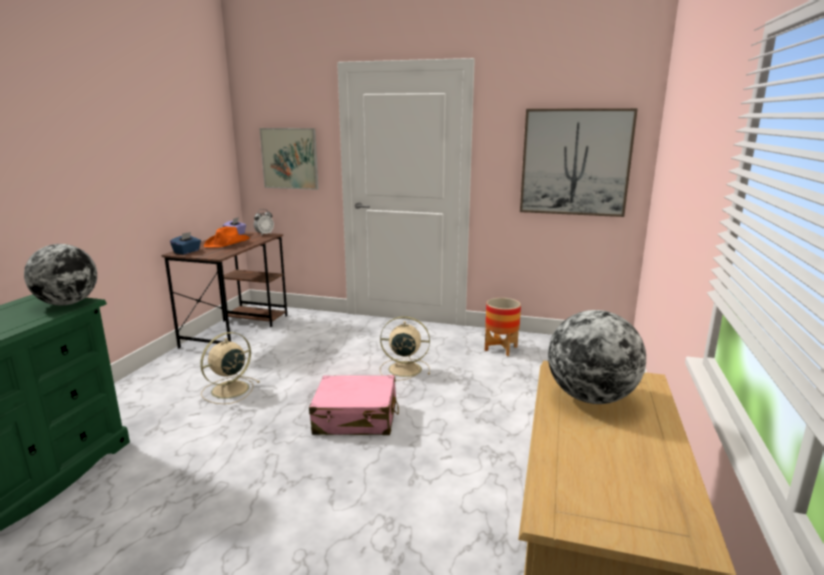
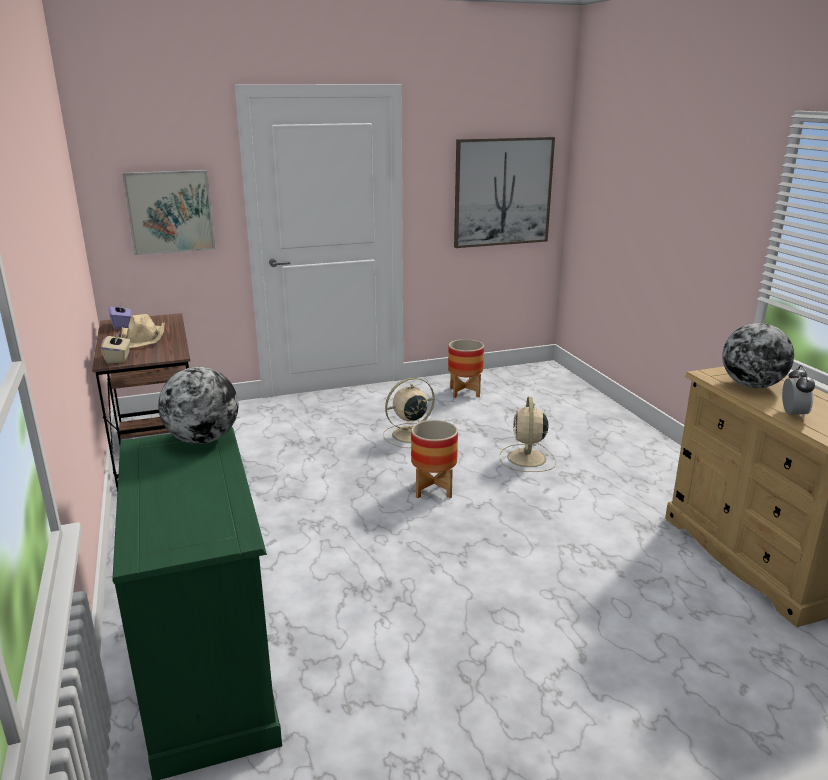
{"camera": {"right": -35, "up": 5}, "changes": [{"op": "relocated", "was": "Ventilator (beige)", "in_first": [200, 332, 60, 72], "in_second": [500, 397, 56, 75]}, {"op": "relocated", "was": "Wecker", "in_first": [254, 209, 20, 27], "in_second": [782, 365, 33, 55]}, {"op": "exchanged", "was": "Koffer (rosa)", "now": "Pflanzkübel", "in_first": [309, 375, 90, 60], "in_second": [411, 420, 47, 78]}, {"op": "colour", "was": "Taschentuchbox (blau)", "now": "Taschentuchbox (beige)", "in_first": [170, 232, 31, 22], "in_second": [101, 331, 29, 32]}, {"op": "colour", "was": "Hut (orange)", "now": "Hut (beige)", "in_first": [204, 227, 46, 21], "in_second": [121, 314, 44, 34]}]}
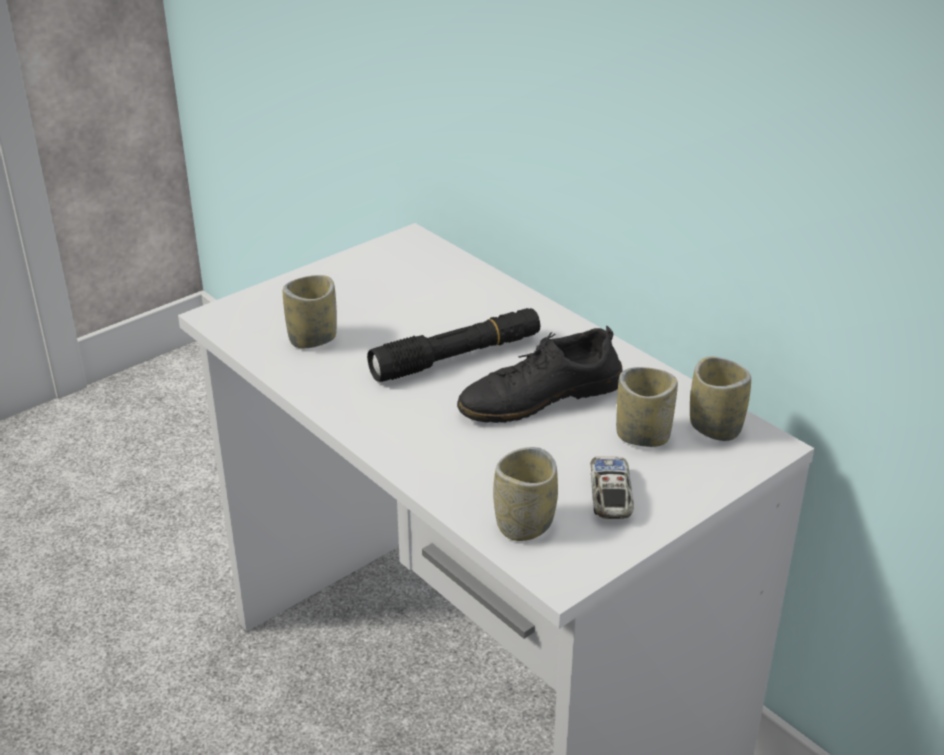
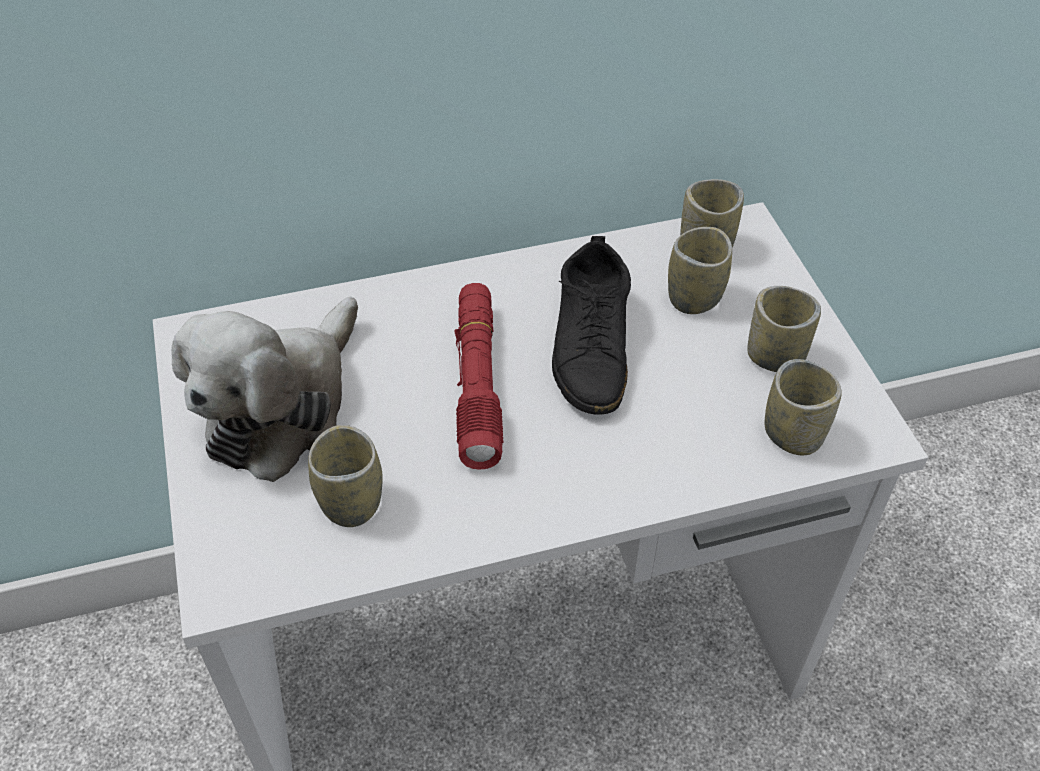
{"camera": {"right": -65, "up": 15}, "changes": [{"op": "appeared", "now": "Plüschtier", "in_second": [171, 296, 187, 186]}, {"op": "exchanged", "was": "Spielzeugauto", "now": "Tasse", "in_first": [590, 456, 44, 63], "in_second": [747, 286, 74, 86]}, {"op": "colour", "was": "Taschenlampe (schwarz)", "now": "Taschenlampe (rot)", "in_first": [367, 308, 173, 74], "in_second": [454, 283, 49, 187]}]}
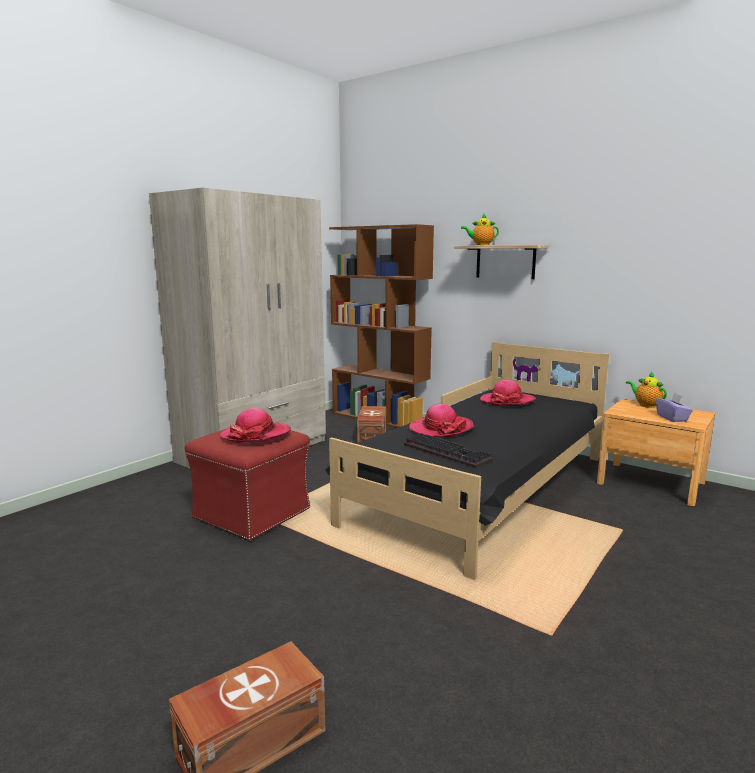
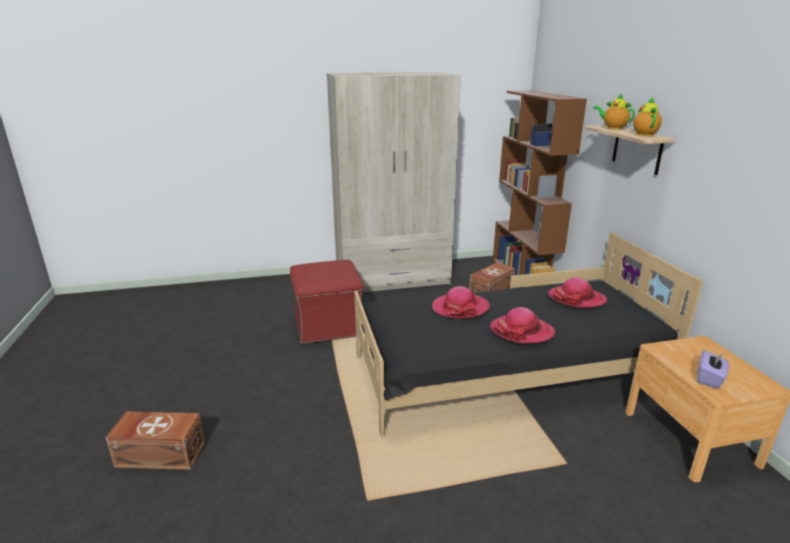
{"camera": {"right": 40, "up": 10}, "changes": [{"op": "missing", "was": "Tastatur", "in_first": [404, 433, 88, 35]}, {"op": "relocated", "was": "Hut", "in_first": [219, 408, 72, 35], "in_second": [490, 307, 65, 37]}, {"op": "relocated", "was": "Teekanne", "in_first": [626, 372, 41, 36], "in_second": [633, 97, 29, 39]}]}
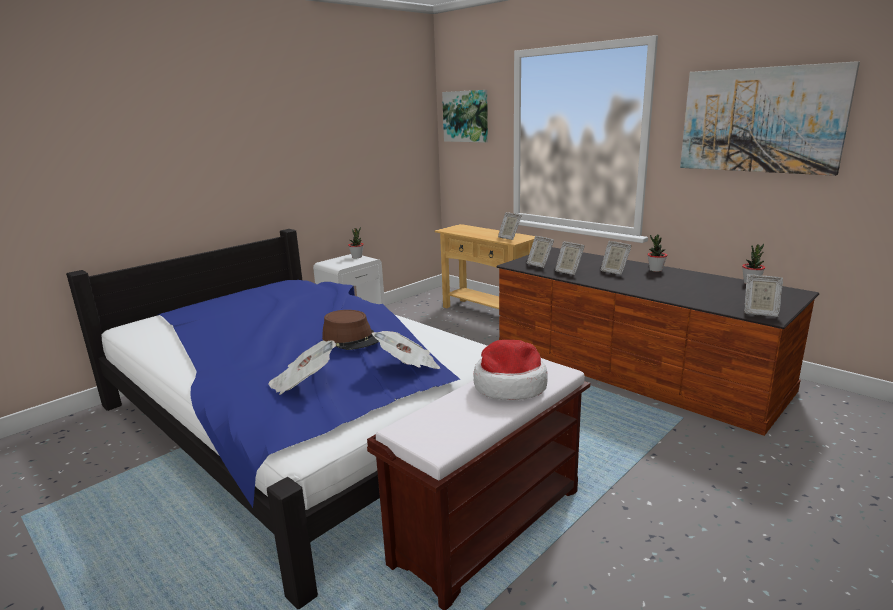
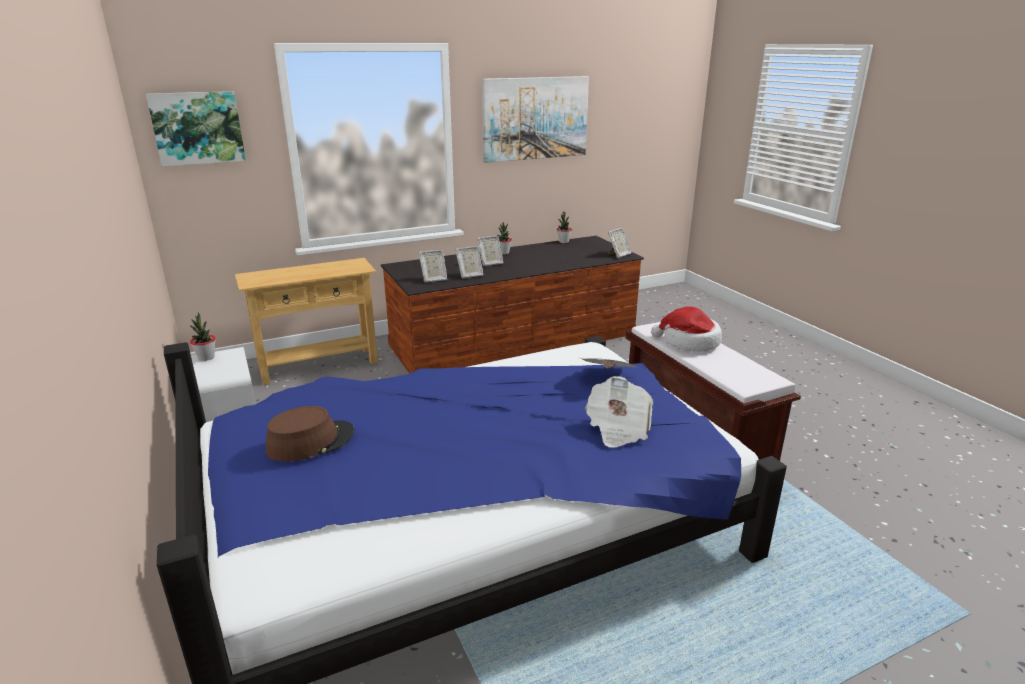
{"camera": {"right": -70, "up": 5}, "changes": [{"op": "missing", "was": "Bilderrahmen", "in_first": [498, 212, 24, 28]}, {"op": "relocated", "was": "Hut (braun)", "in_first": [322, 310, 57, 40], "in_second": [266, 406, 88, 56]}]}
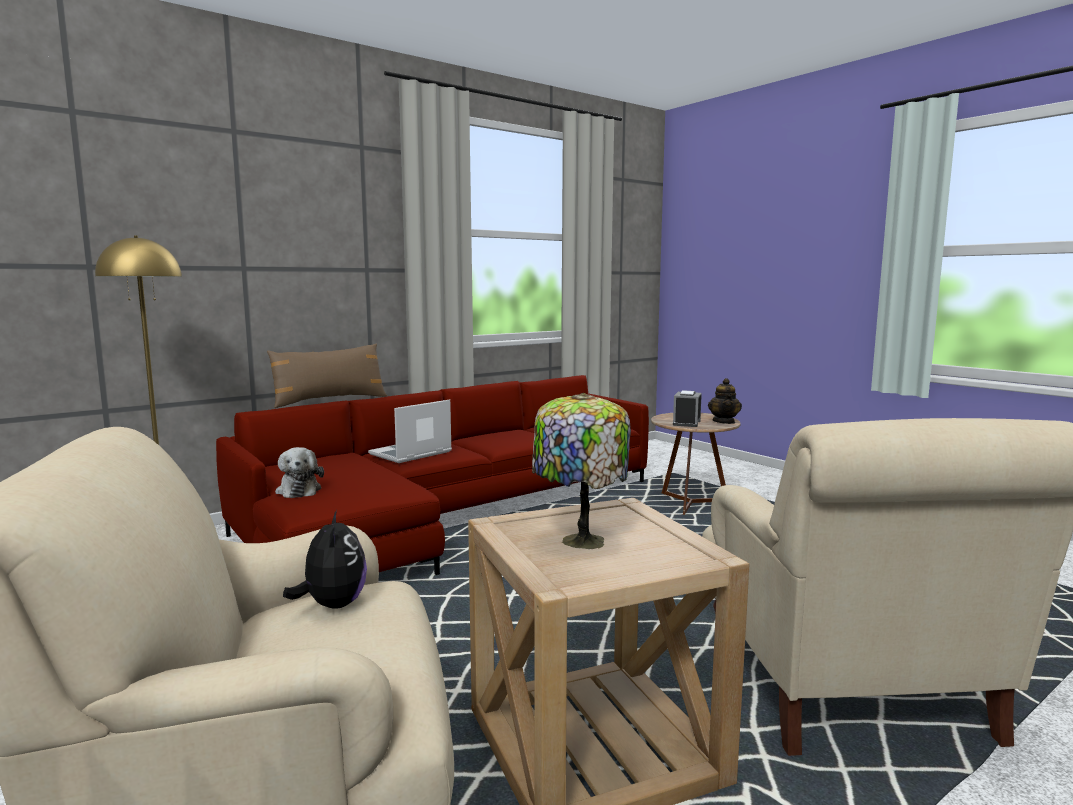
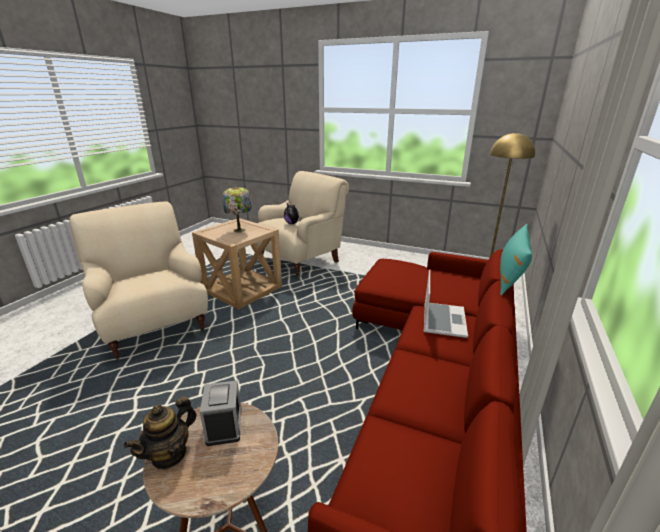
{"camera": {"right": 150, "up": 15}, "changes": [{"op": "missing", "was": "Plüschtier", "in_first": [275, 447, 49, 51]}, {"op": "colour", "was": "Kissen (braun)", "now": "Kissen (türkis)", "in_first": [267, 344, 120, 64], "in_second": [500, 224, 32, 71]}, {"op": "spun", "was": "Teekanne", "in_first": [708, 378, 34, 46], "in_second": [123, 396, 74, 74], "clockwise": -120}]}
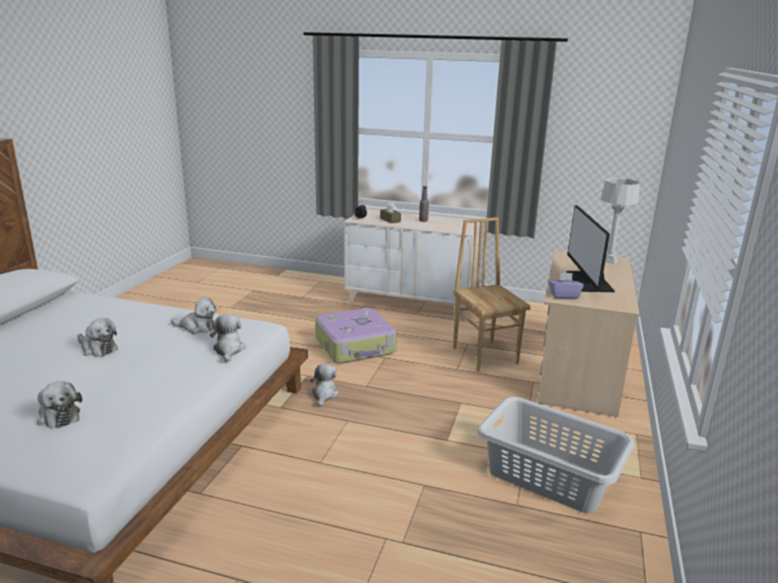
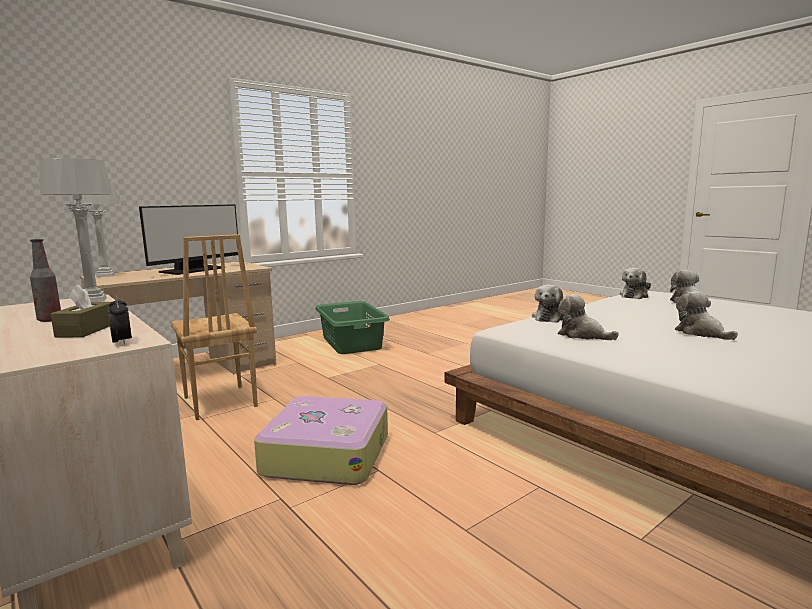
{"camera": {"right": -145, "up": -10}, "changes": [{"op": "missing", "was": "Taschentuchbox (lila)", "in_first": [549, 273, 35, 25]}, {"op": "appeared", "now": "Tischlampe (grau)", "in_second": [39, 158, 73, 144]}, {"op": "relocated", "was": "Plüschtier", "in_first": [310, 364, 29, 43], "in_second": [619, 268, 32, 31]}, {"op": "colour", "was": "Wäschekorb (grau)", "now": "Wäschekorb (grün)", "in_first": [477, 397, 157, 116], "in_second": [315, 301, 75, 53]}, {"op": "spun", "was": "Stuhl (braun)", "in_first": [453, 217, 78, 155], "in_second": [171, 234, 87, 186], "clockwise": -45}]}
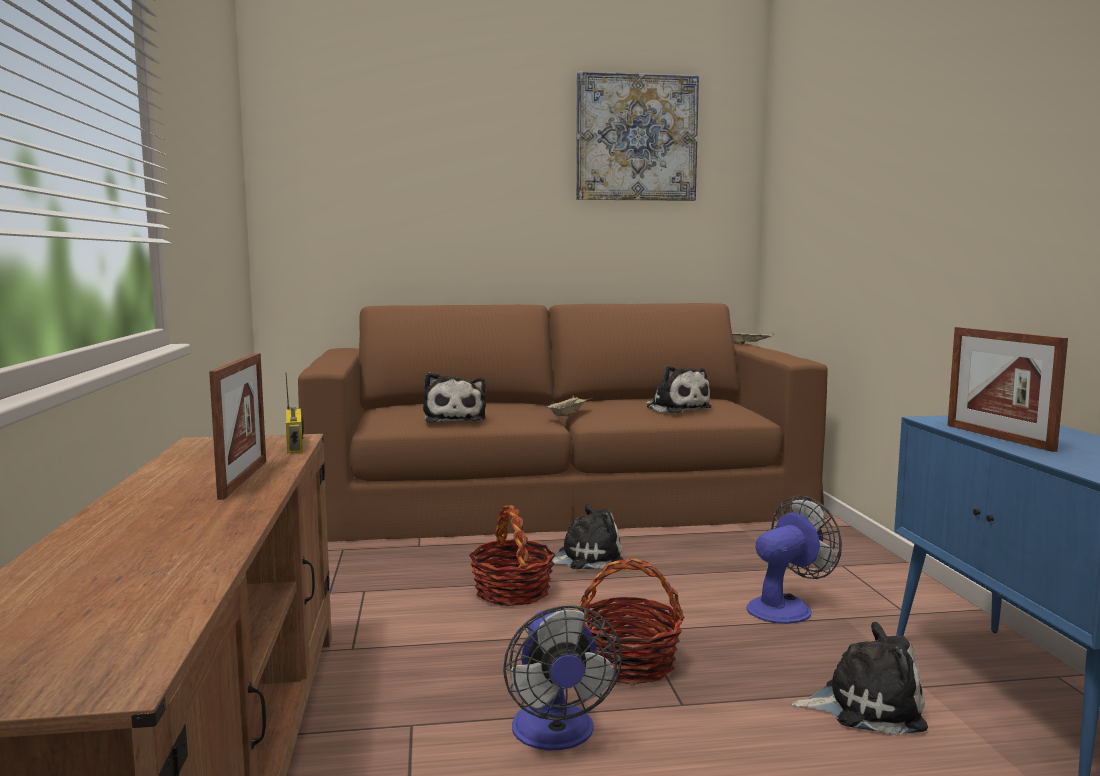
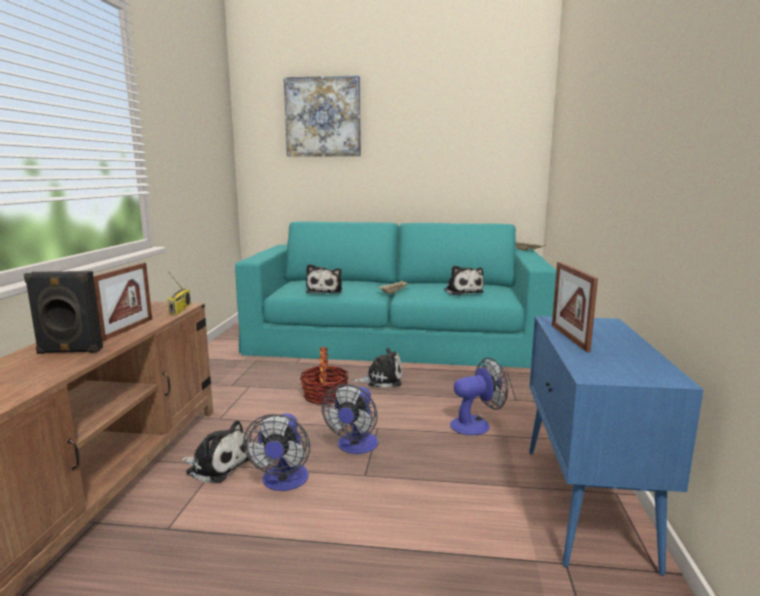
{"camera": {"right": 15, "up": 5}, "changes": [{"op": "appeared", "now": "Lautsprecher (schwarz)", "in_second": [24, 271, 79, 83]}, {"op": "relocated", "was": "Bild", "in_first": [576, 71, 123, 130], "in_second": [284, 76, 77, 81]}, {"op": "relocated", "was": "Plüschtier", "in_first": [791, 622, 137, 113], "in_second": [181, 420, 70, 63]}, {"op": "exchanged", "was": "Korb", "now": "Ventilator", "in_first": [576, 558, 108, 127], "in_second": [322, 384, 56, 70]}, {"op": "colour", "was": "Sofa (braun)", "now": "Sofa (türkis)", "in_first": [298, 303, 530, 239], "in_second": [235, 221, 321, 147]}]}
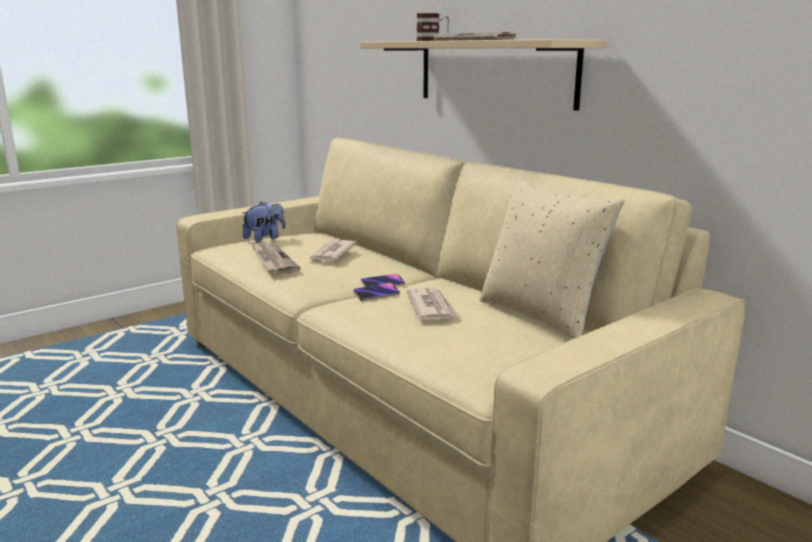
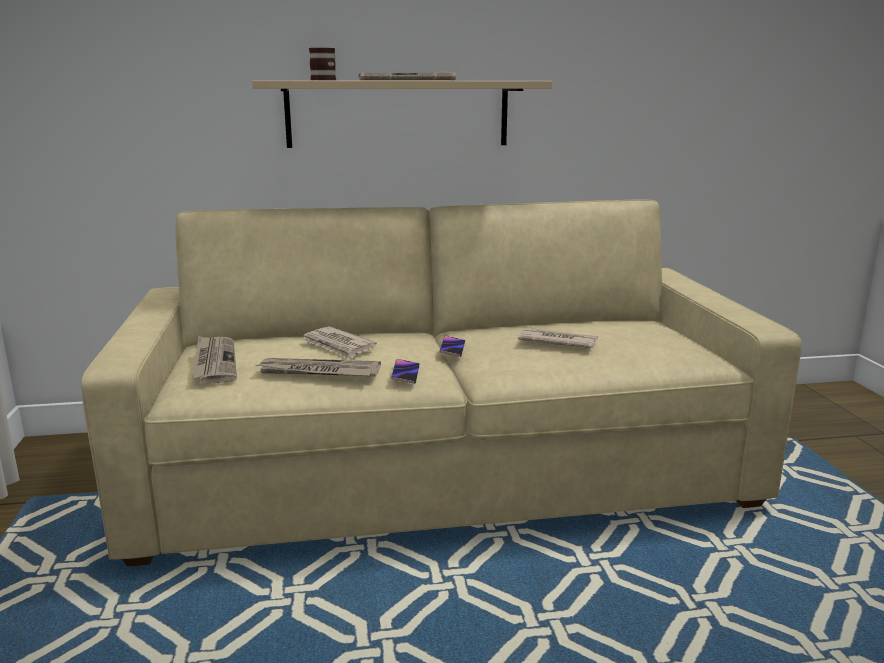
{"camera": {"right": -60, "up": 0}, "changes": [{"op": "missing", "was": "Kissen (beige)", "in_first": [479, 178, 146, 161]}, {"op": "relocated", "was": "Handy", "in_first": [353, 283, 47, 18], "in_second": [391, 359, 29, 25]}, {"op": "exchanged", "was": "Plüschtier", "now": "Zeitung", "in_first": [242, 202, 43, 40], "in_second": [191, 336, 46, 48]}]}
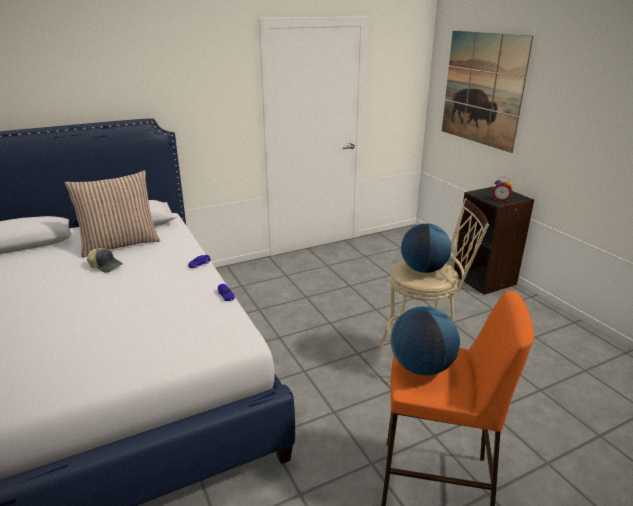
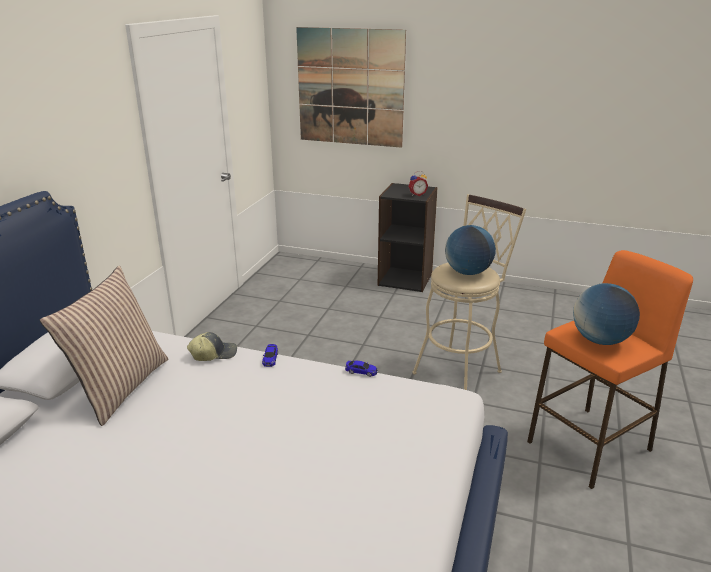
{"camera": {"right": -45, "up": 0}, "changes": [{"op": "relocated", "was": "Kappe", "in_first": [87, 248, 36, 25], "in_second": [187, 332, 50, 29]}]}
